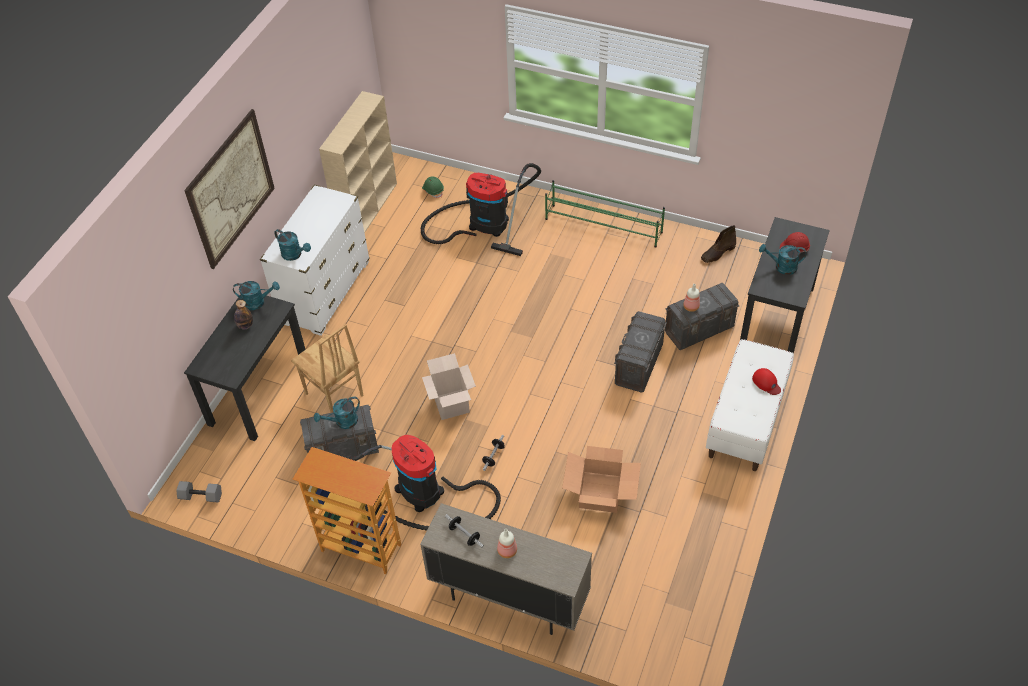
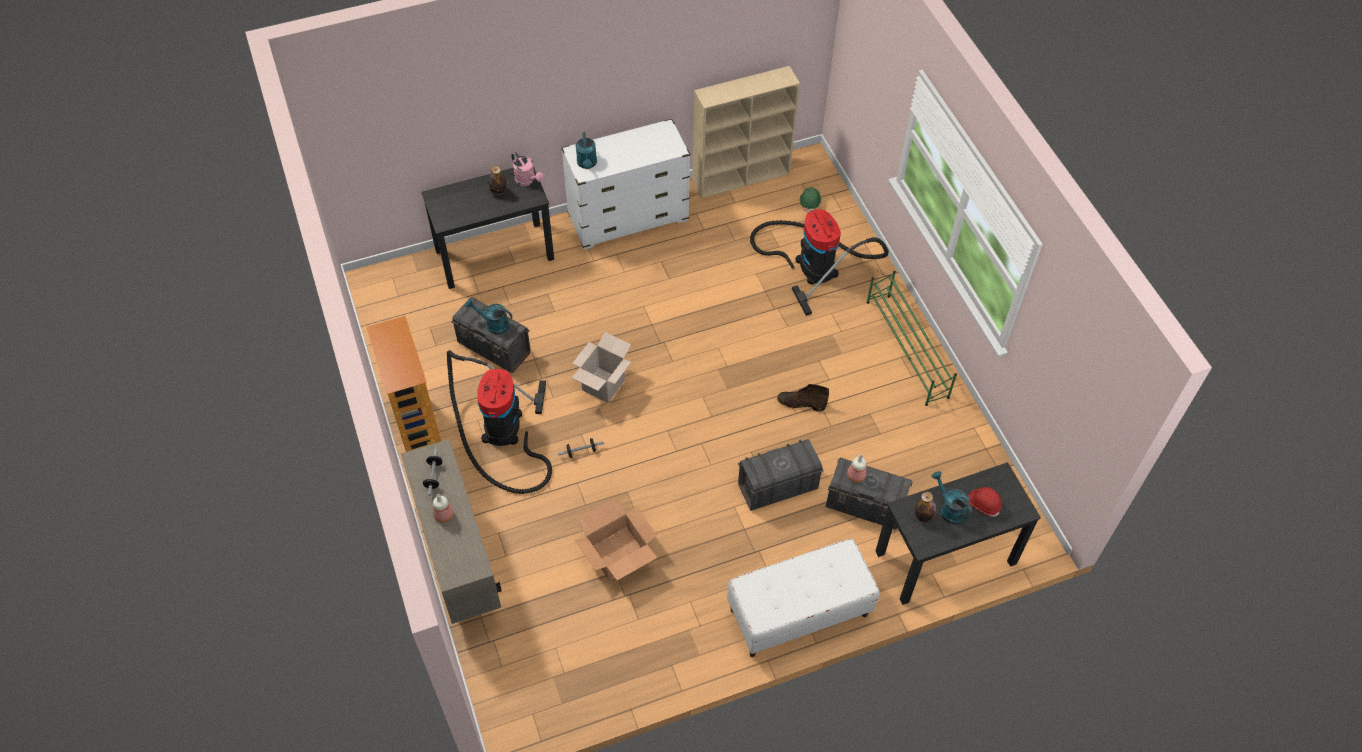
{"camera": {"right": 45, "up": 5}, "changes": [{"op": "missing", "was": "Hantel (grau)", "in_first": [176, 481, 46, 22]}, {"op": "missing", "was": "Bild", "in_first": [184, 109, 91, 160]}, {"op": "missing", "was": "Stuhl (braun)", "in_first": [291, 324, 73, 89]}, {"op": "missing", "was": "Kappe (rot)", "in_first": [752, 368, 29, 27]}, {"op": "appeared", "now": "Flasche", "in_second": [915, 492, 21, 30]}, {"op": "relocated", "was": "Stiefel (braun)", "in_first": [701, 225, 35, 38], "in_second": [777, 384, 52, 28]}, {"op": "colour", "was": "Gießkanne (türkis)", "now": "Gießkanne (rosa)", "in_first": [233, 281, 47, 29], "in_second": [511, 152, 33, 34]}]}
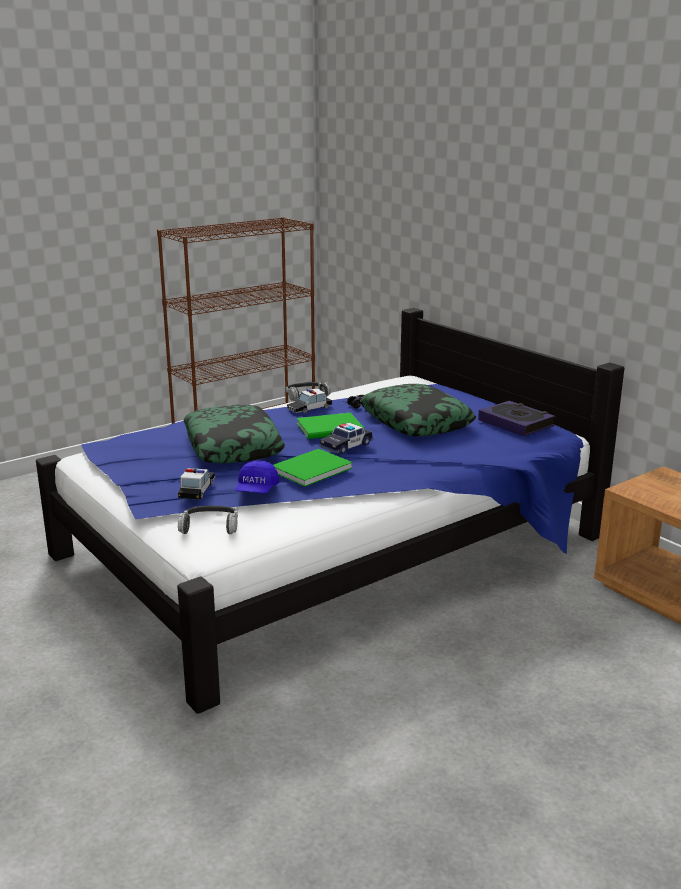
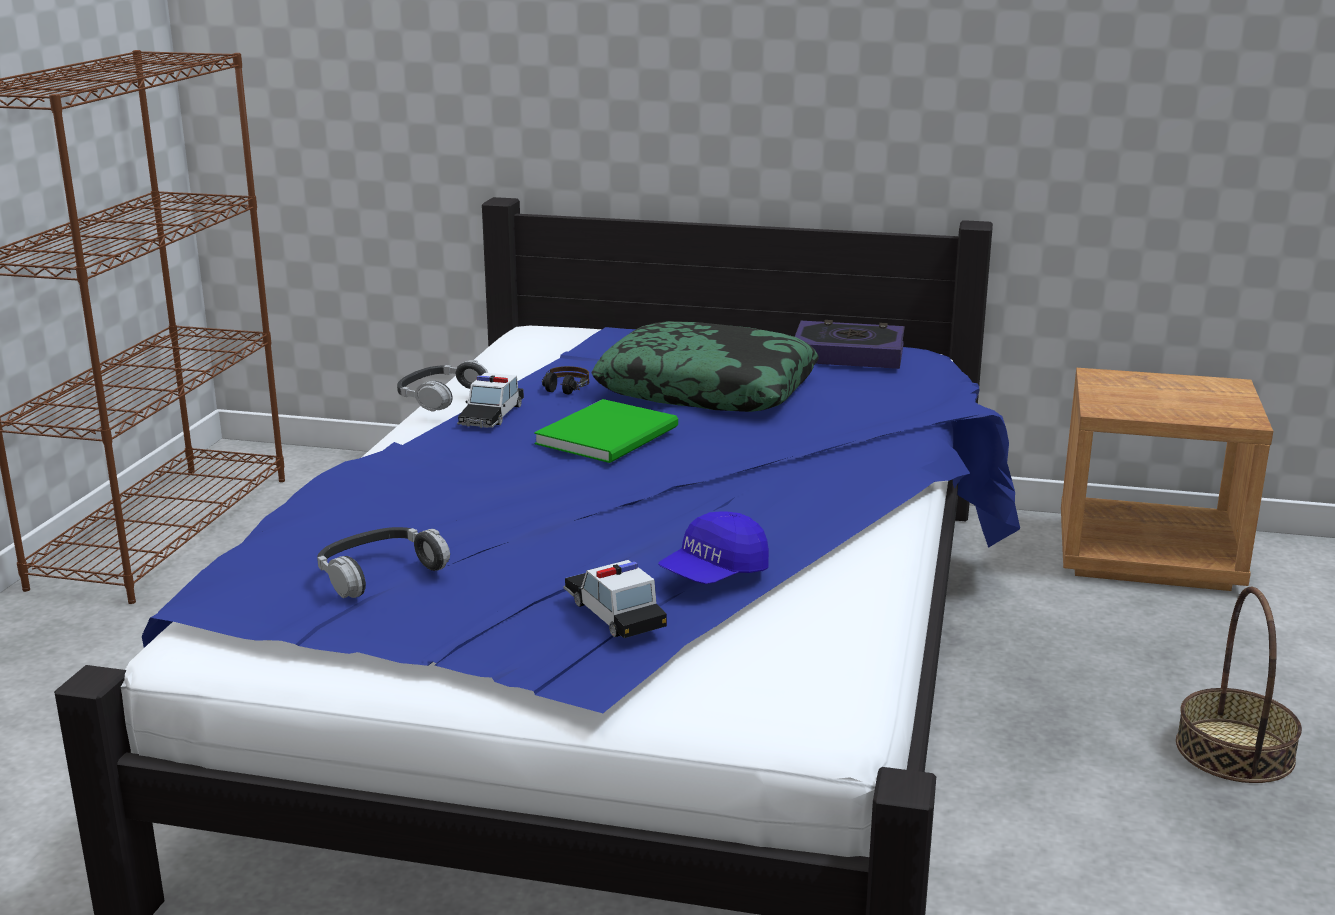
{"camera": {"right": -40, "up": 0}, "changes": [{"op": "missing", "was": "Kissen", "in_first": [184, 405, 101, 58]}, {"op": "missing", "was": "Buch (grün)", "in_first": [274, 449, 78, 38]}, {"op": "missing", "was": "Spielzeugauto", "in_first": [319, 423, 54, 31]}, {"op": "appeared", "now": "Korb", "in_second": [1176, 587, 126, 196]}, {"op": "relocated", "was": "Kopfhörer", "in_first": [178, 506, 60, 28], "in_second": [317, 527, 133, 71]}, {"op": "spun", "was": "Kappe (blau)", "in_first": [236, 460, 43, 33], "in_second": [658, 511, 111, 73], "clockwise": 75}]}
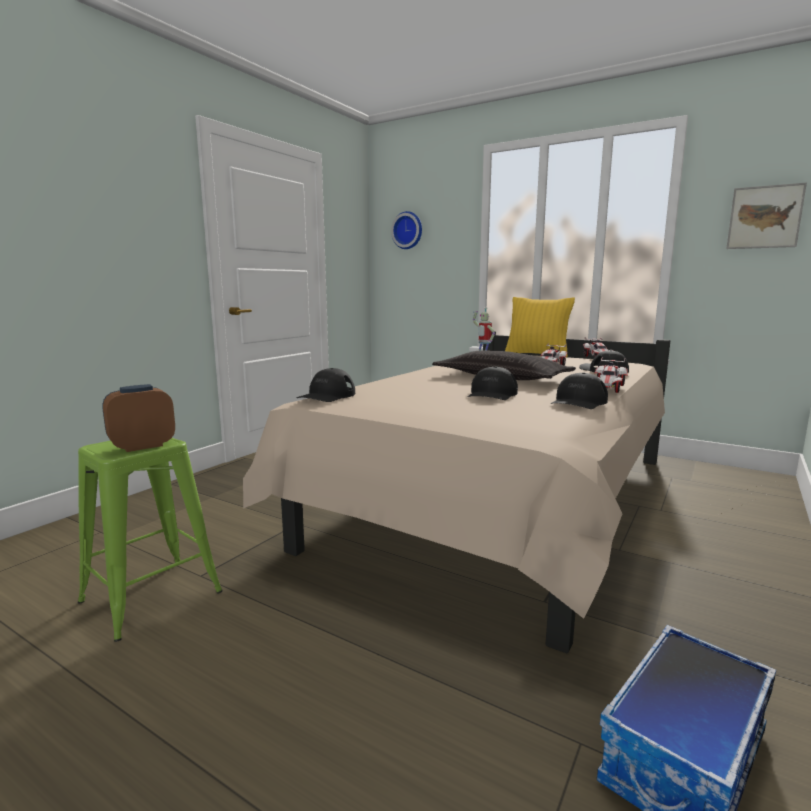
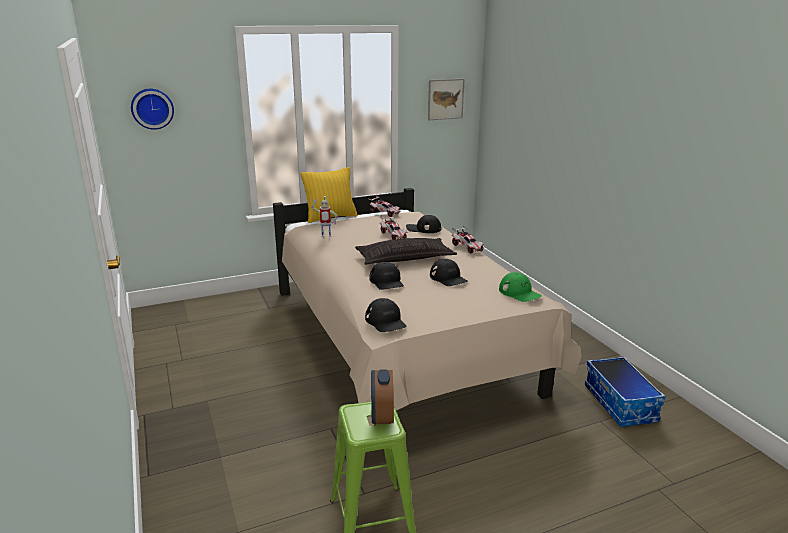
{"camera": {"right": -55, "up": 10}, "changes": [{"op": "appeared", "now": "Kappe (grün)", "in_second": [499, 272, 43, 30]}, {"op": "relocated", "was": "Kappe (schwarz)", "in_first": [550, 373, 58, 36], "in_second": [370, 262, 34, 28]}]}
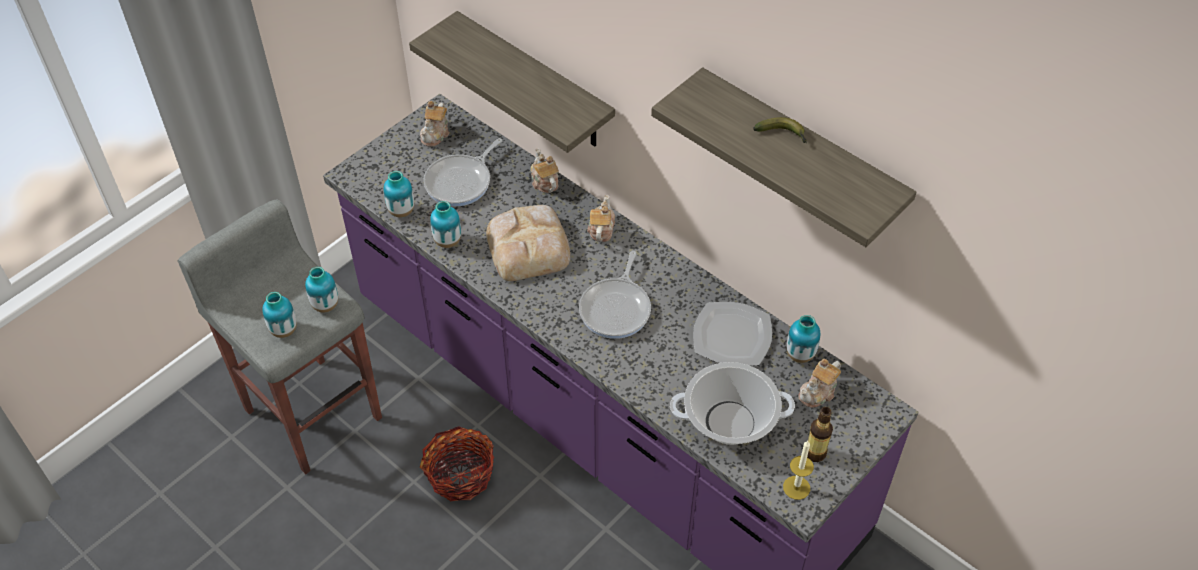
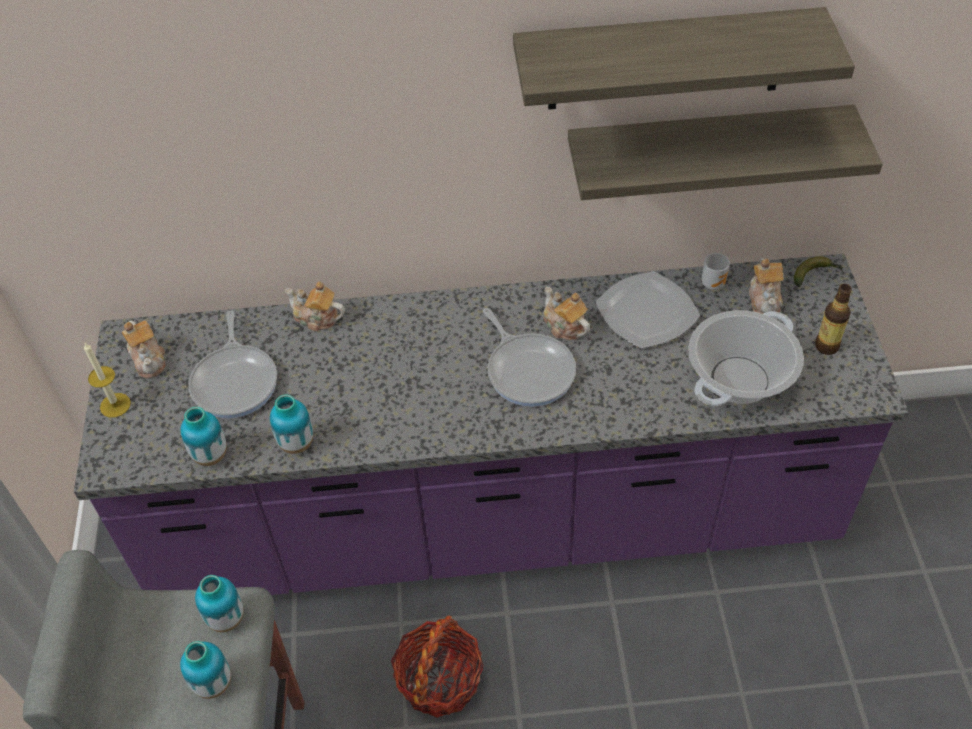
{"camera": {"right": -45, "up": 0}, "changes": [{"op": "missing", "was": "Brot", "in_first": [486, 205, 84, 76]}, {"op": "relocated", "was": "Wandregal", "in_first": [409, 11, 206, 142], "in_second": [568, 105, 315, 95]}, {"op": "relocated", "was": "Teekanne", "in_first": [587, 195, 28, 47], "in_second": [543, 287, 47, 53]}, {"op": "relocated", "was": "Banane", "in_first": [753, 117, 54, 26], "in_second": [794, 257, 49, 30]}, {"op": "relocated", "was": "Kerze", "in_first": [783, 441, 31, 59], "in_second": [84, 343, 47, 75]}, {"op": "exchanged", "was": "Vase", "now": "Henkelbecher", "in_first": [787, 315, 33, 48], "in_second": [702, 253, 28, 37]}]}
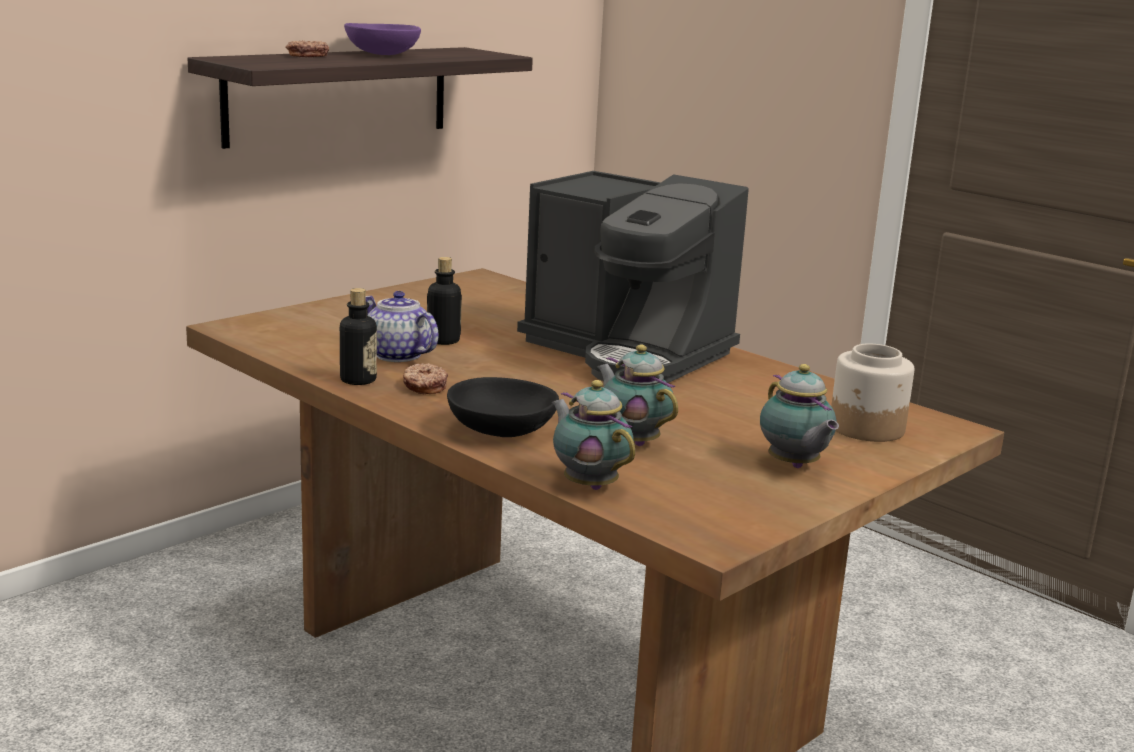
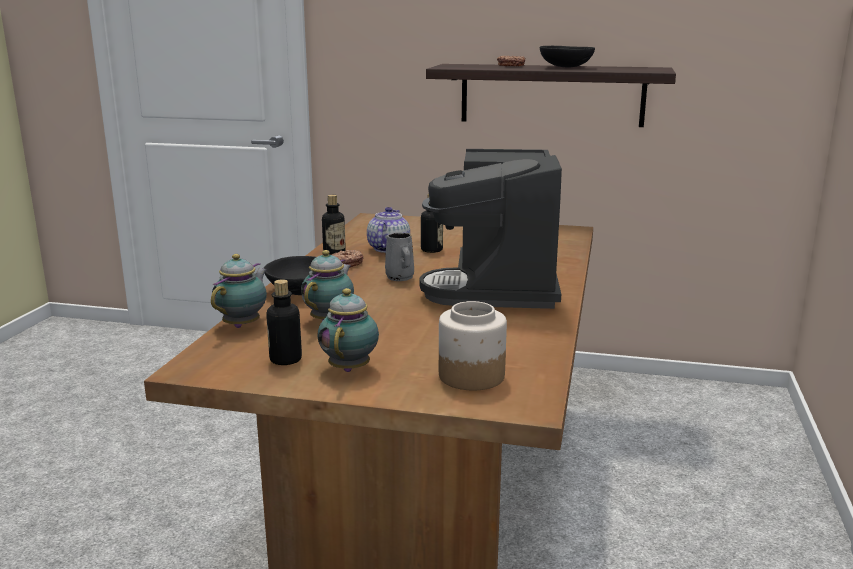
{"camera": {"right": 60, "up": 0}, "changes": [{"op": "appeared", "now": "Flasche", "in_second": [266, 279, 36, 86]}, {"op": "appeared", "now": "Henkelbecher (grau)", "in_second": [385, 232, 29, 49]}, {"op": "colour", "was": "Schüssel (lila)", "now": "Schüssel (schwarz)", "in_first": [344, 23, 77, 32], "in_second": [540, 46, 55, 22]}, {"op": "spun", "was": "Teekanne", "in_first": [760, 364, 79, 104], "in_second": [317, 288, 62, 84], "clockwise": 150}]}
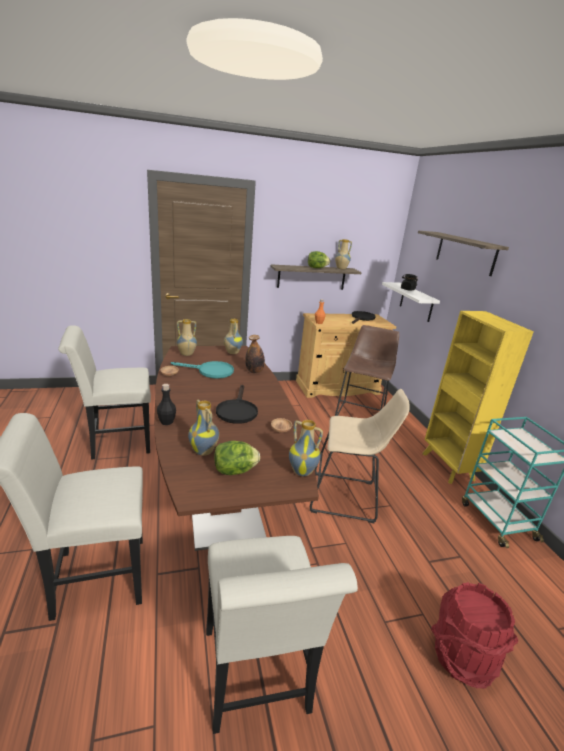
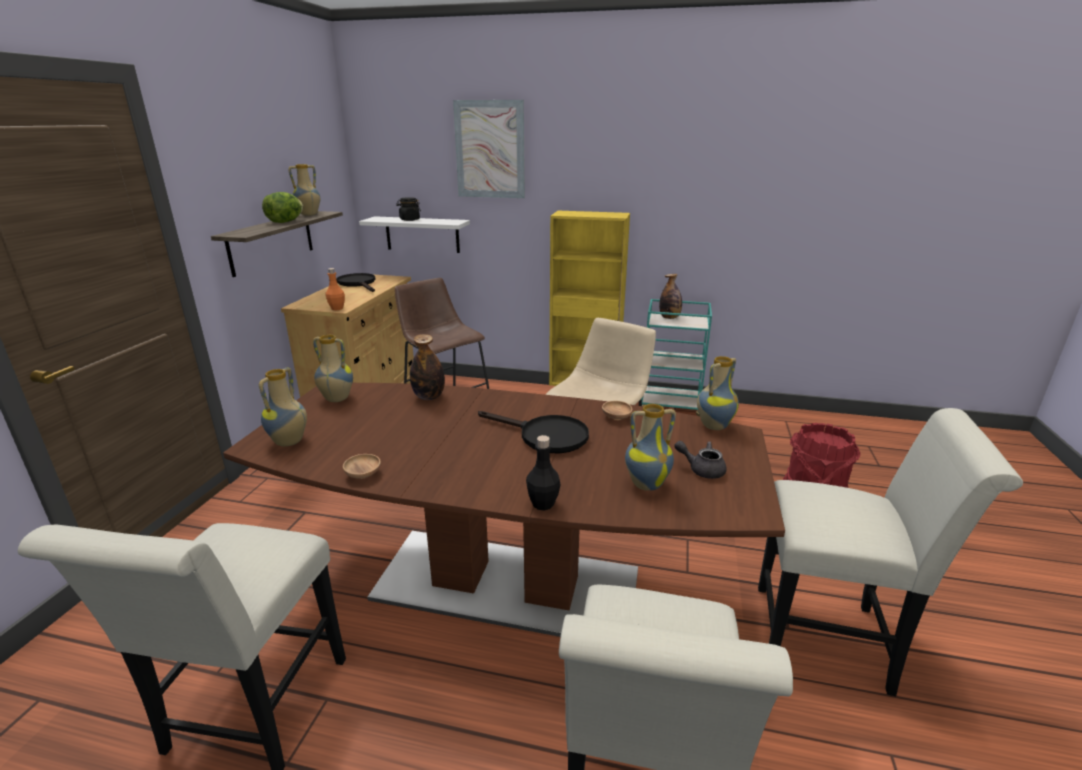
{"camera": {"right": -60, "up": 0}, "changes": [{"op": "missing", "was": "Pfanne (türkis)", "in_first": [171, 361, 63, 18]}, {"op": "appeared", "now": "Flasche", "in_second": [659, 274, 23, 45]}, {"op": "exchanged", "was": "Salatkopf", "now": "Teekanne (grau)", "in_first": [214, 441, 46, 34], "in_second": [674, 441, 53, 38]}, {"op": "exchanged", "was": "Wandregal", "now": "Bild", "in_first": [418, 231, 91, 45], "in_second": [453, 100, 72, 98]}]}
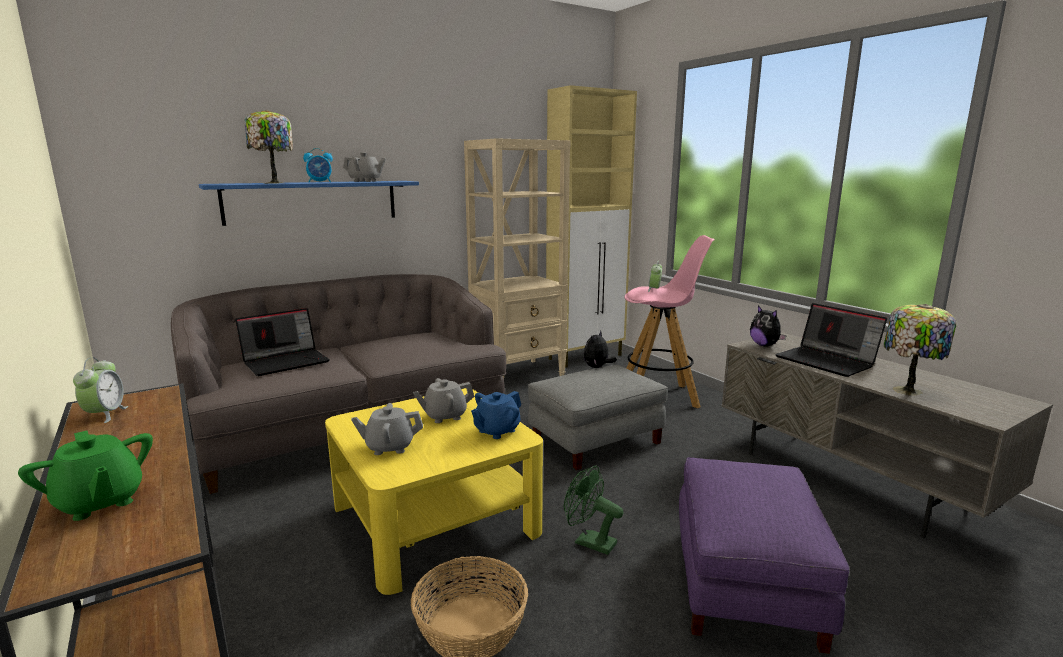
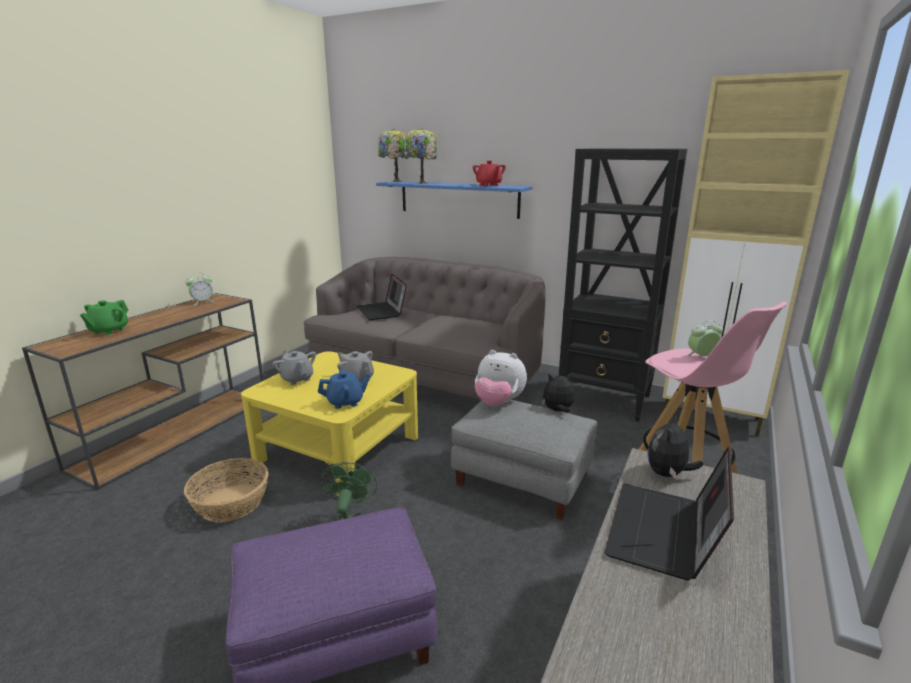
{"camera": {"right": 60, "up": 5}, "changes": [{"op": "missing", "was": "Wecker", "in_first": [303, 148, 30, 34]}, {"op": "appeared", "now": "Plüschtier", "in_second": [475, 350, 52, 56]}, {"op": "relocated", "was": "Tischlampe", "in_first": [884, 304, 72, 92], "in_second": [378, 129, 31, 53]}, {"op": "colour", "was": "Teekanne (grau)", "now": "Teekanne (rot)", "in_first": [343, 152, 43, 30], "in_second": [473, 160, 33, 26]}, {"op": "colour", "was": "Bücherregal (beige)", "now": "Bücherregal (schwarz)", "in_first": [464, 138, 107, 240], "in_second": [559, 148, 128, 274]}, {"op": "spun", "was": "Laptop", "in_first": [235, 308, 95, 68], "in_second": [357, 274, 50, 46], "clockwise": 45}, {"op": "spun", "was": "Teekanne (blau)", "in_first": [471, 391, 50, 48], "in_second": [318, 369, 52, 40], "clockwise": 150}]}
